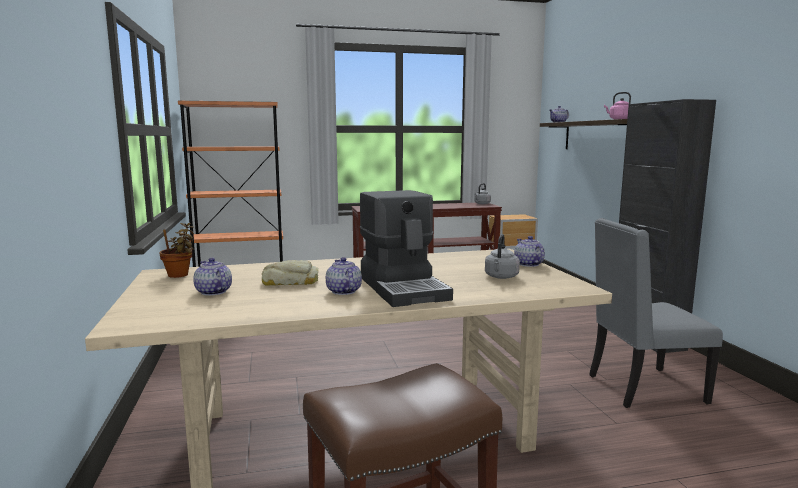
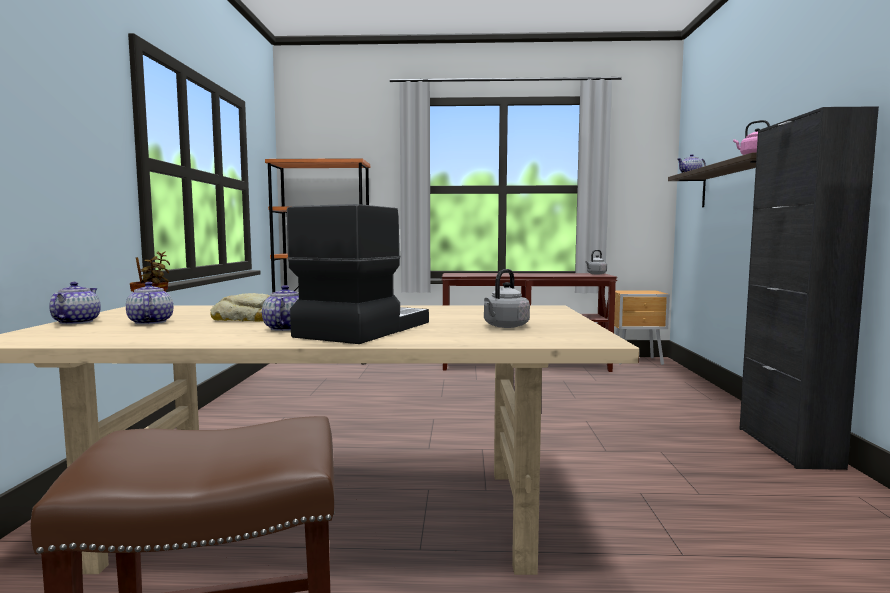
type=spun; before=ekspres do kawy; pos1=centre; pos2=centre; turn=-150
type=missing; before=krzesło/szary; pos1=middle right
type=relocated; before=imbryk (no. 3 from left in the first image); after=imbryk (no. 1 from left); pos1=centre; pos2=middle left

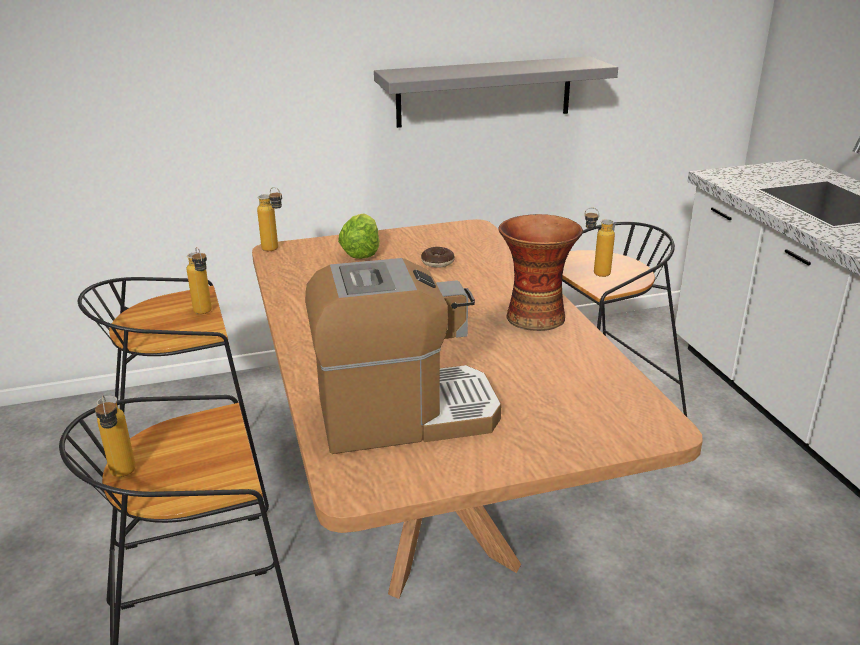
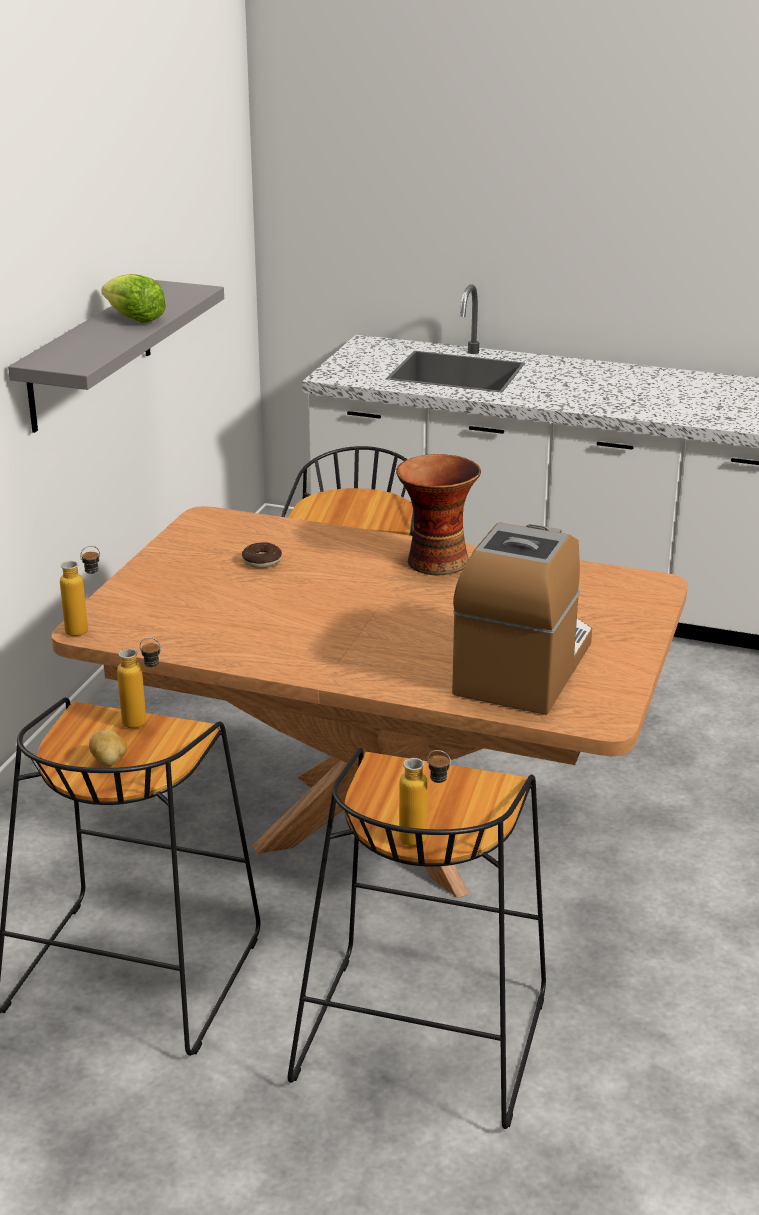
type=missing; before=butelka (no. 4 from left); pos1=middle right
type=relocated; before=sałata; pos1=centre; pos2=top left
type=appeared; after=ziemniak; pos2=middle left

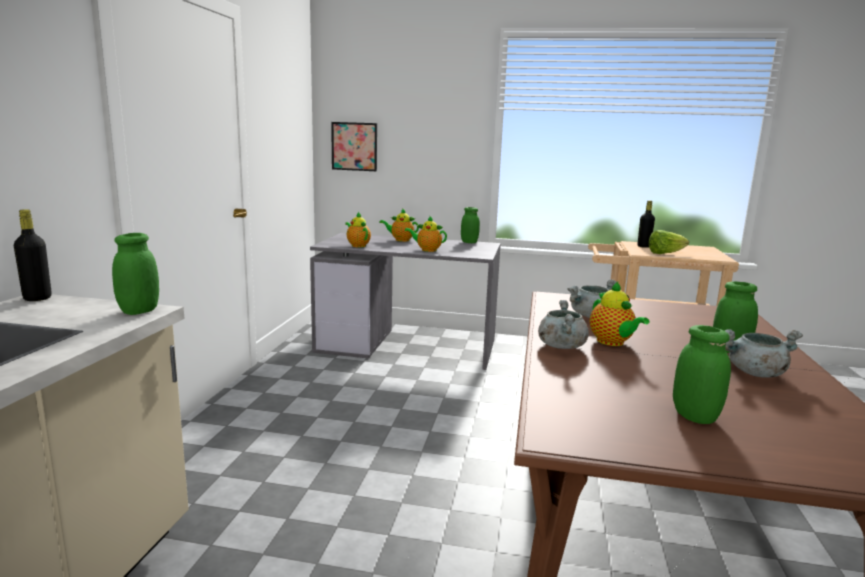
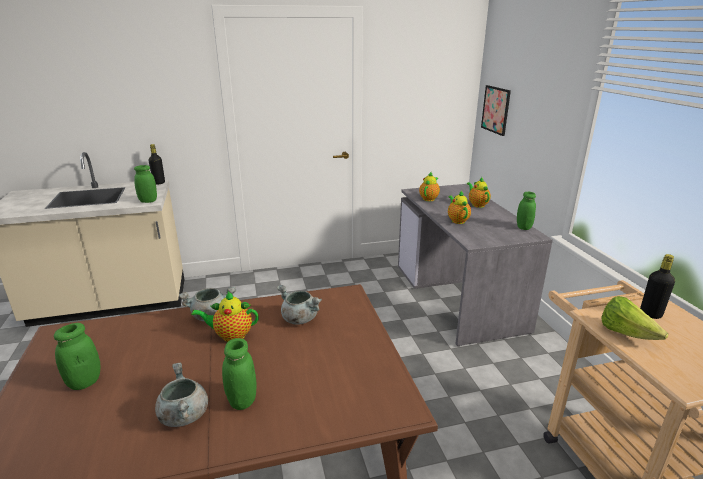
type=spun; before=imbryk (no. 4 from left in the first image); pos1=middle right; pos2=middle left; turn=45

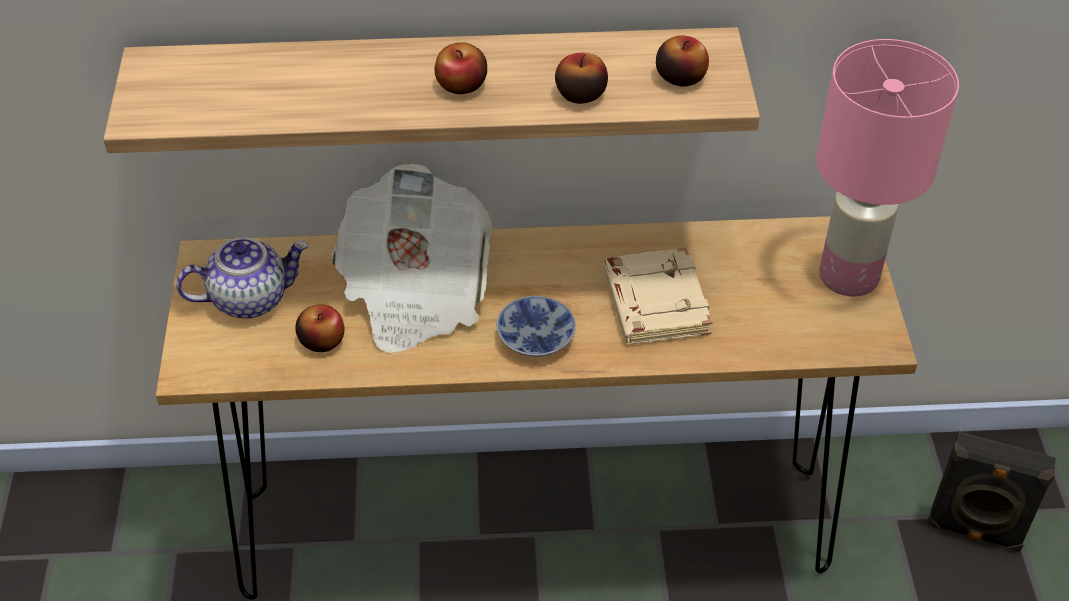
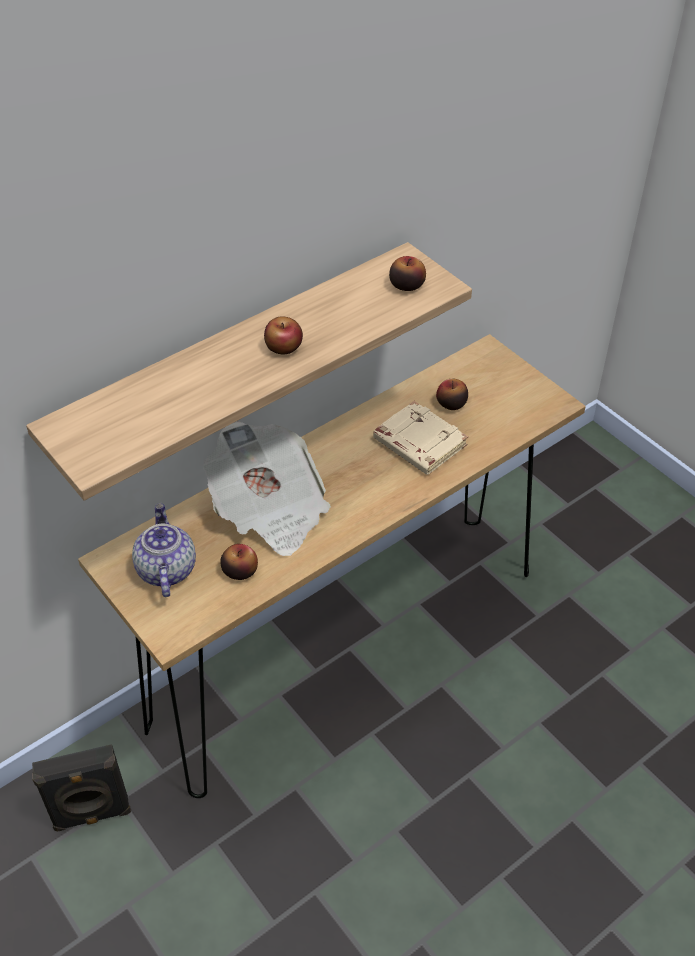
type=missing; before=lampa stołowa/różowy; pos1=top right
type=relocated; before=jabłko (no. 3 from left in the first image); after=jabłko (no. 4 from left); pos1=top centre; pos2=centre
type=spun; before=imbryk; pos1=middle left; pos2=middle left; turn=-45
type=missing; before=miska; pos1=centre
type=relocated; before=głośnik/czarny; pos1=bottom right; pos2=bottom left

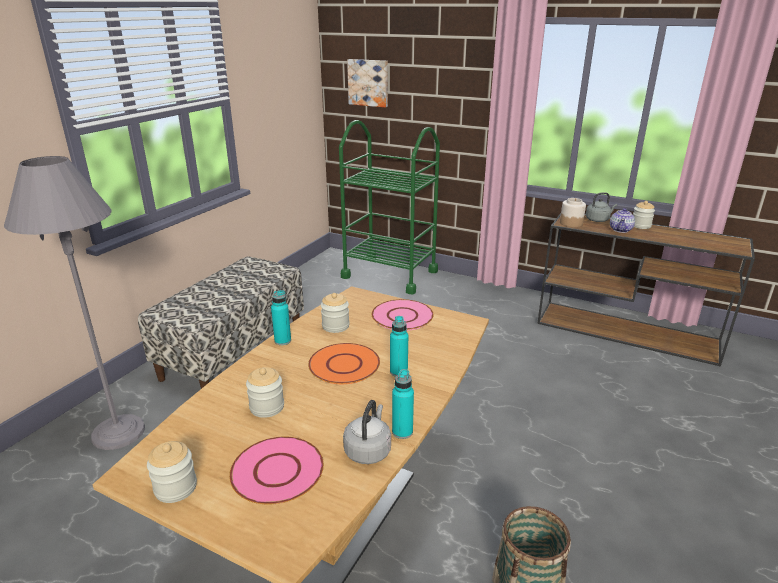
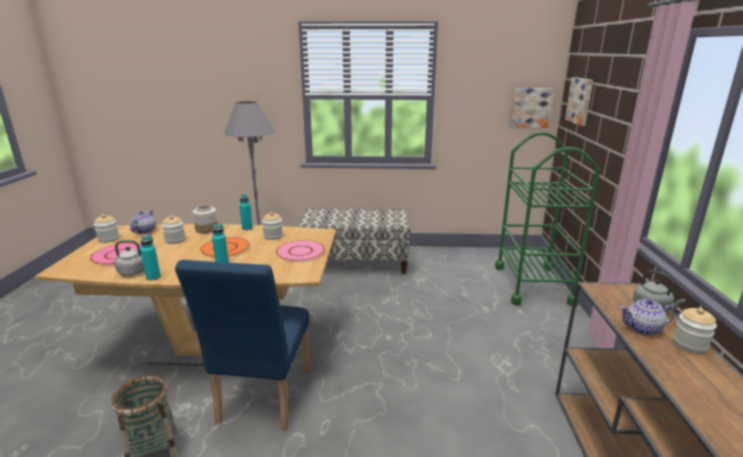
type=relocated; before=słoik (no. 4 from left in the first image); after=słoik (no. 3 from left); pos1=middle right; pos2=middle left
type=appeared; after=obraz (no. 1 from left); pos2=top right
type=appeared; after=imbryk (no. 1 from left); pos2=middle left
type=appeared; after=krzesło/niebieski; pos2=bottom left

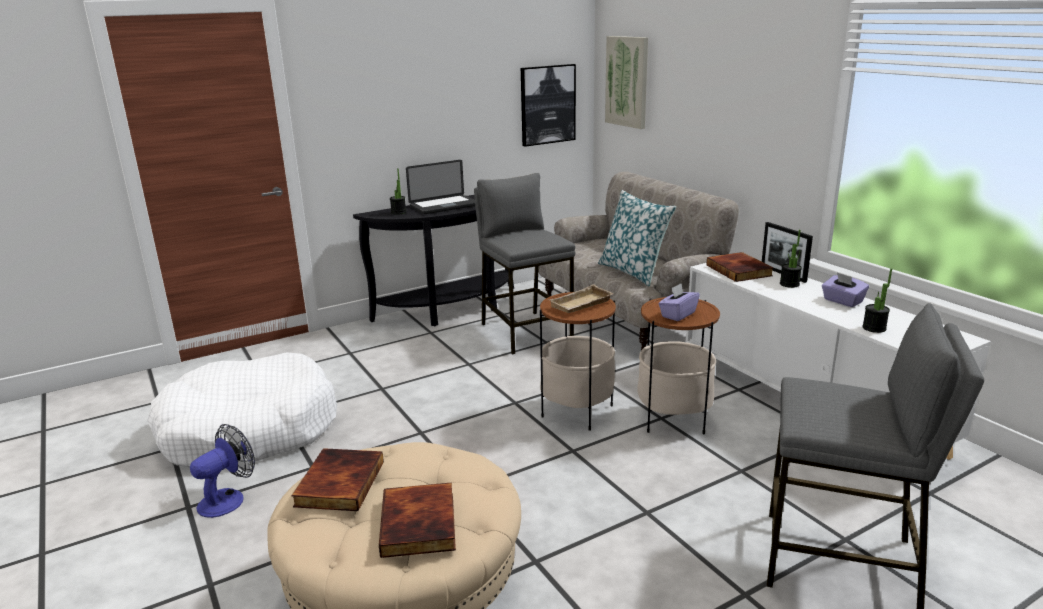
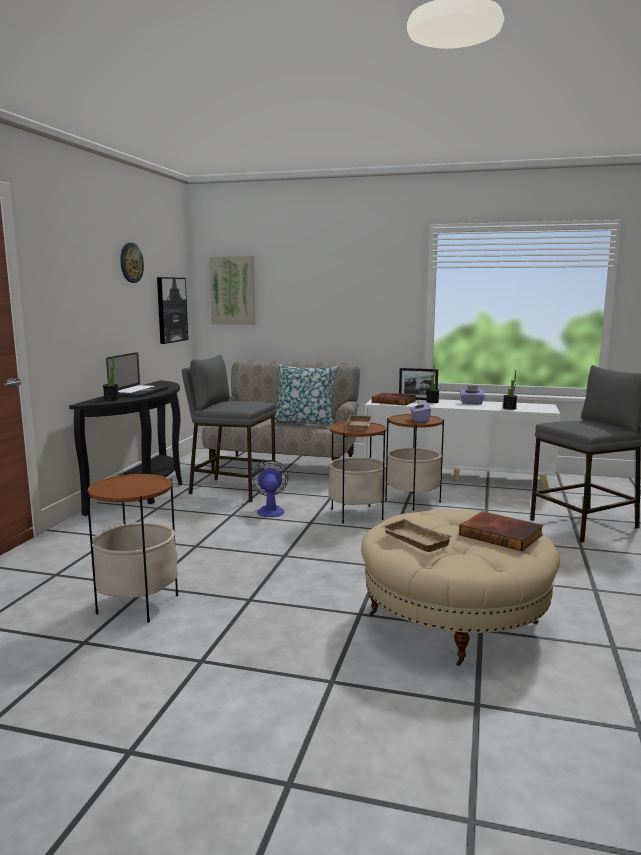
type=exchanged; before=legowisko/biały; after=stolik (no. 1 from left); pos1=bottom left; pos2=middle left
type=relocated; before=wentylator; pos1=bottom left; pos2=centre
type=exchanged; before=książka (no. 1 from left); after=taca/beżowy (no. 2 from left); pos1=bottom left; pos2=centre
type=appeared; after=zegar ścienny; pos2=top left

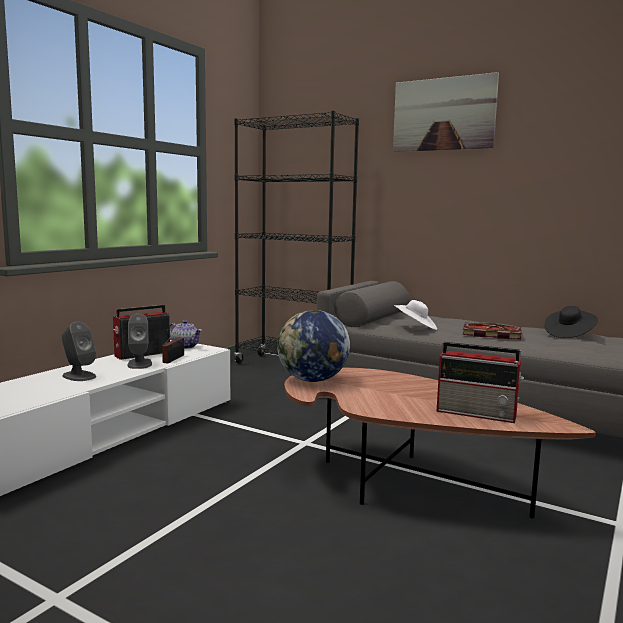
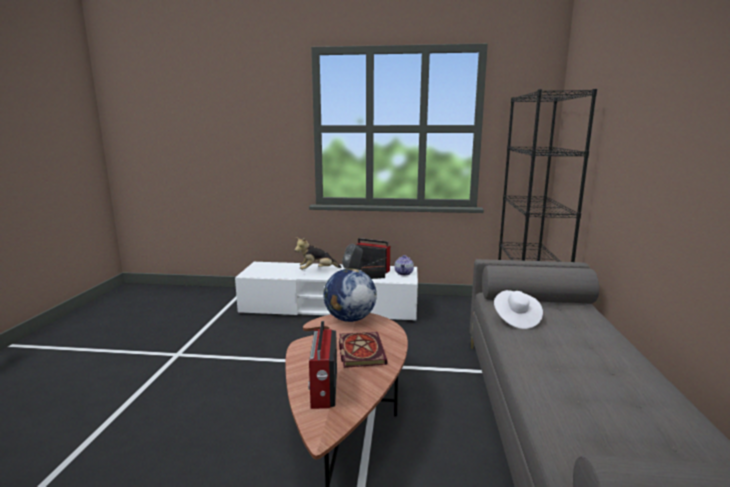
type=missing; before=obraz; pos1=top right
type=missing; before=kapelusz/czarny; pos1=middle right
type=exchanged; before=głośnik/szary (no. 1 from left); after=pluszak; pos1=middle left; pos2=centre
type=relocated; before=książka; pos1=middle right; pos2=bottom centre

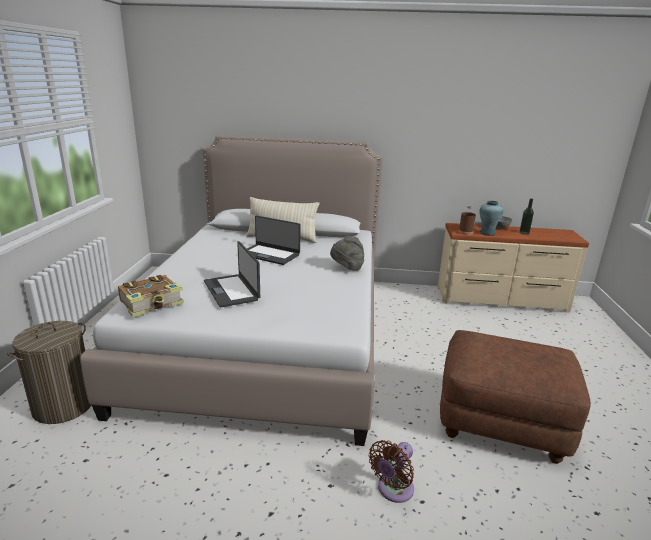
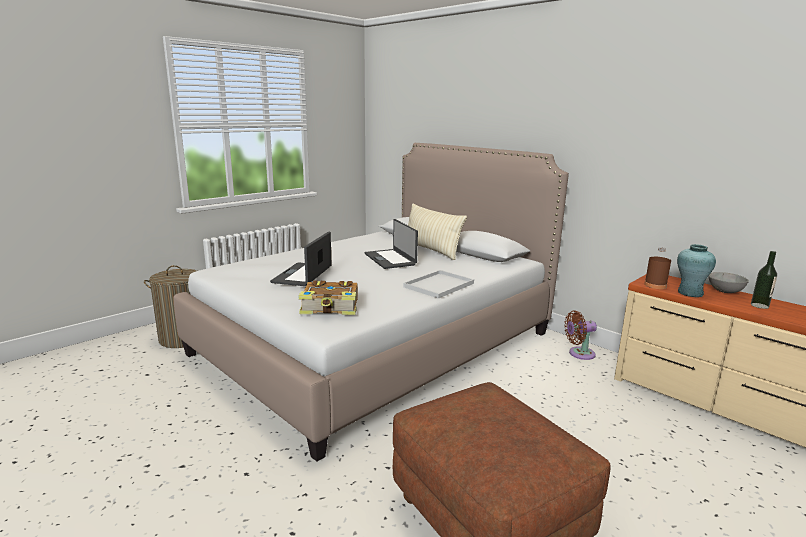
type=exchanged; before=kapelusz/szary; after=taca/biały; pos1=centre; pos2=centre
type=relocated; before=książka; pos1=middle left; pos2=centre
type=relocated; before=wentylator/brązowy; pos1=bottom centre; pos2=middle right

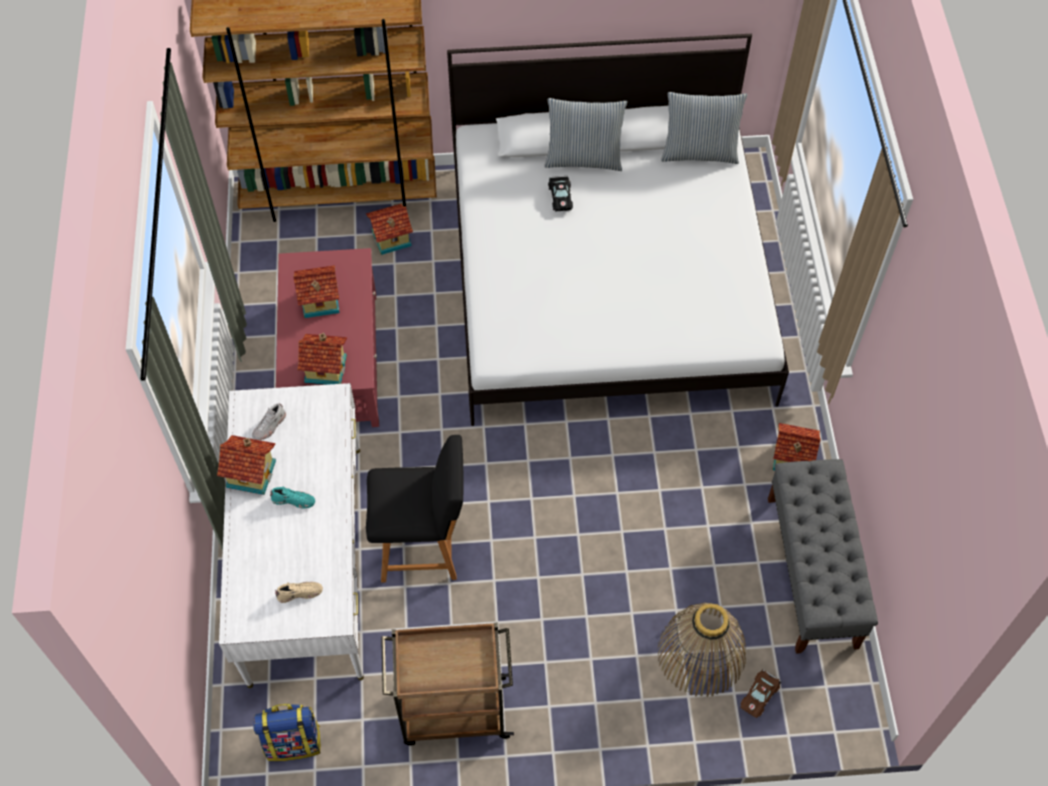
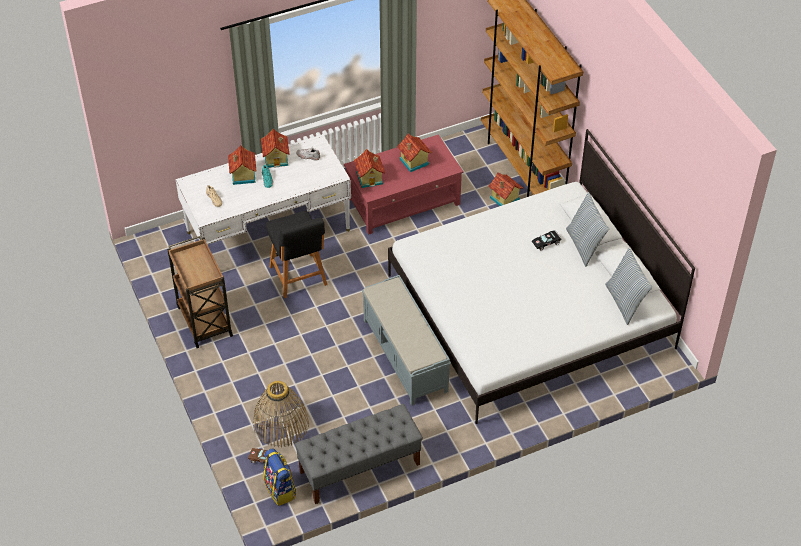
type=relocated; before=domek (no. 5 from left in the first image); after=domek (no. 1 from left); pos1=middle right; pos2=top left
type=relocated; before=plecak; pos1=bottom left; pos2=bottom centre
type=appeared; after=ławka/szary (no. 2 from left); pos2=centre

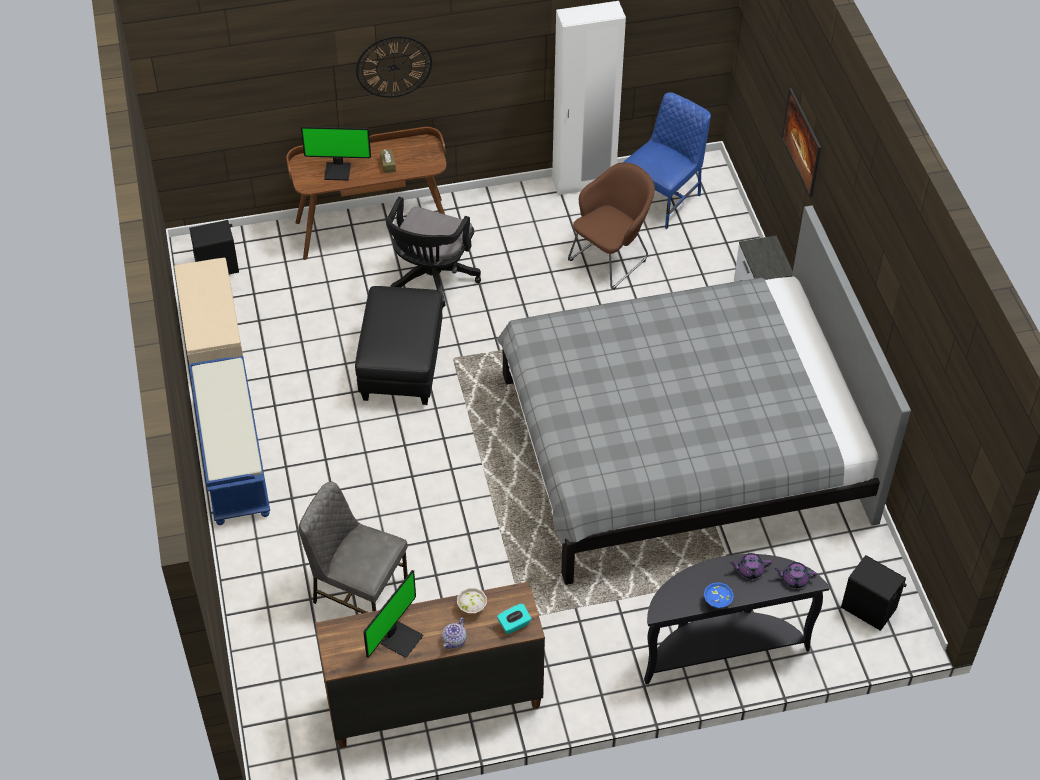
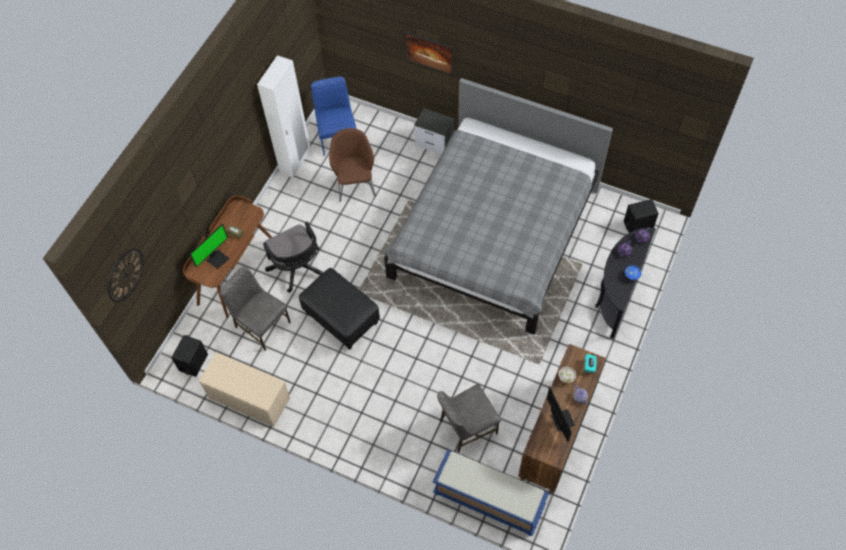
type=relocated; before=zegar ścienny; pos1=top centre; pos2=middle left
type=relocated; before=ławka/niebieski; pos1=middle left; pos2=bottom centre
type=appeared; after=krzesło/szary (no. 1 from left); pos2=middle left

